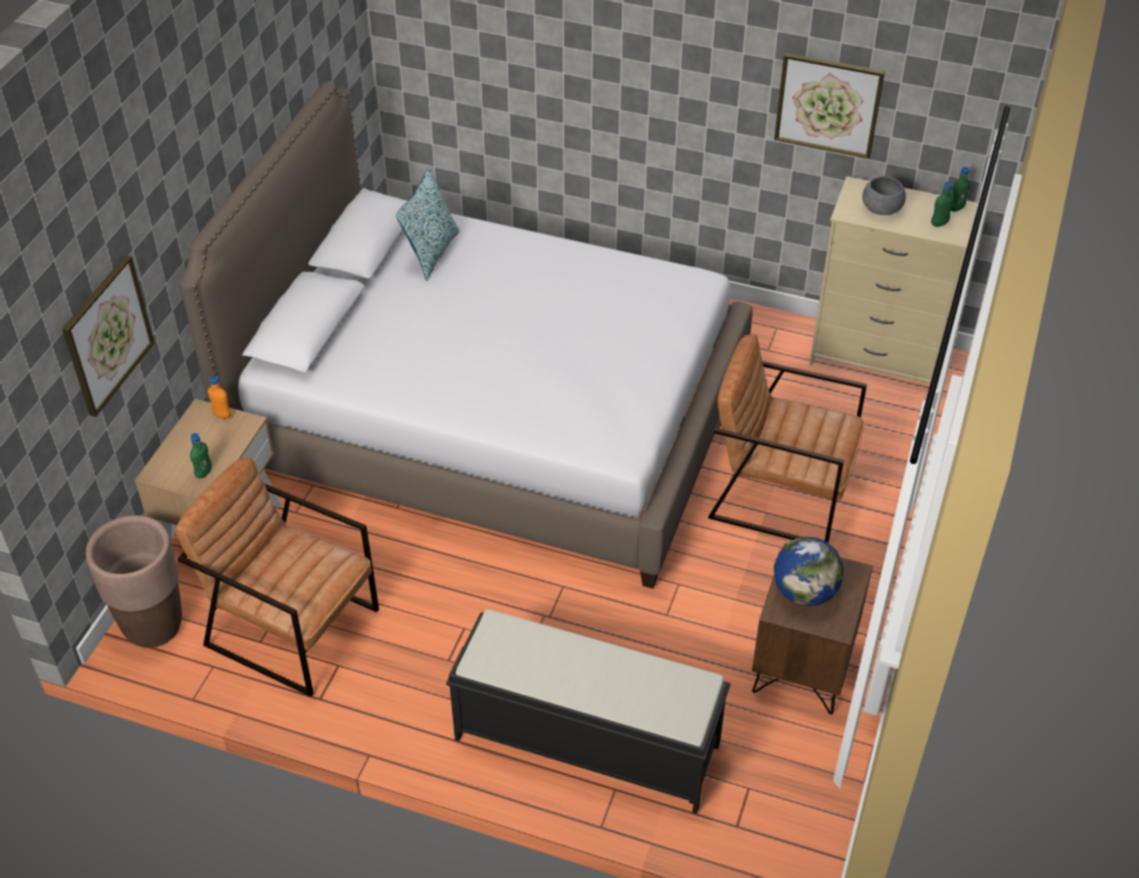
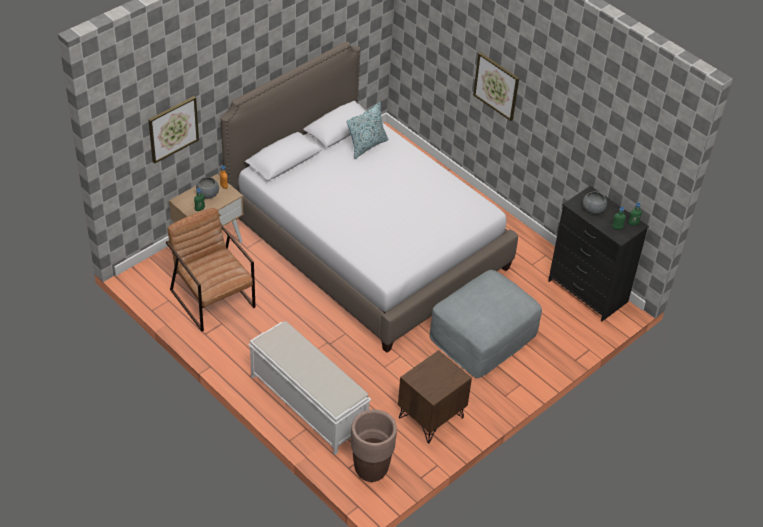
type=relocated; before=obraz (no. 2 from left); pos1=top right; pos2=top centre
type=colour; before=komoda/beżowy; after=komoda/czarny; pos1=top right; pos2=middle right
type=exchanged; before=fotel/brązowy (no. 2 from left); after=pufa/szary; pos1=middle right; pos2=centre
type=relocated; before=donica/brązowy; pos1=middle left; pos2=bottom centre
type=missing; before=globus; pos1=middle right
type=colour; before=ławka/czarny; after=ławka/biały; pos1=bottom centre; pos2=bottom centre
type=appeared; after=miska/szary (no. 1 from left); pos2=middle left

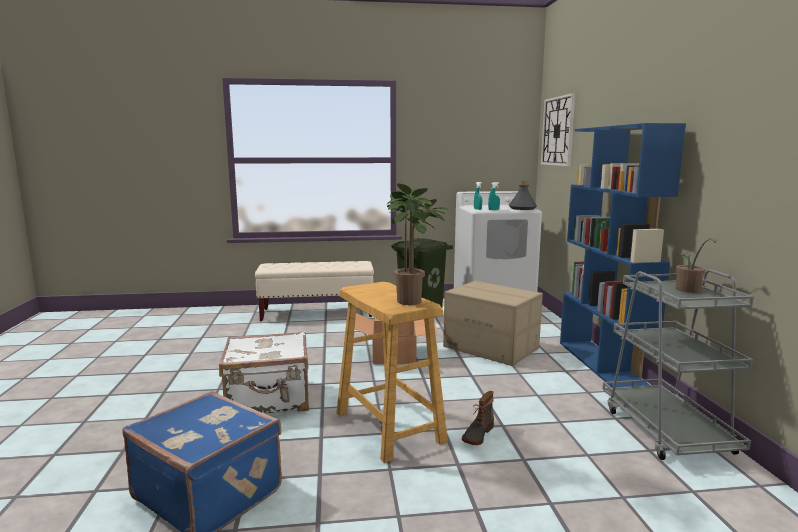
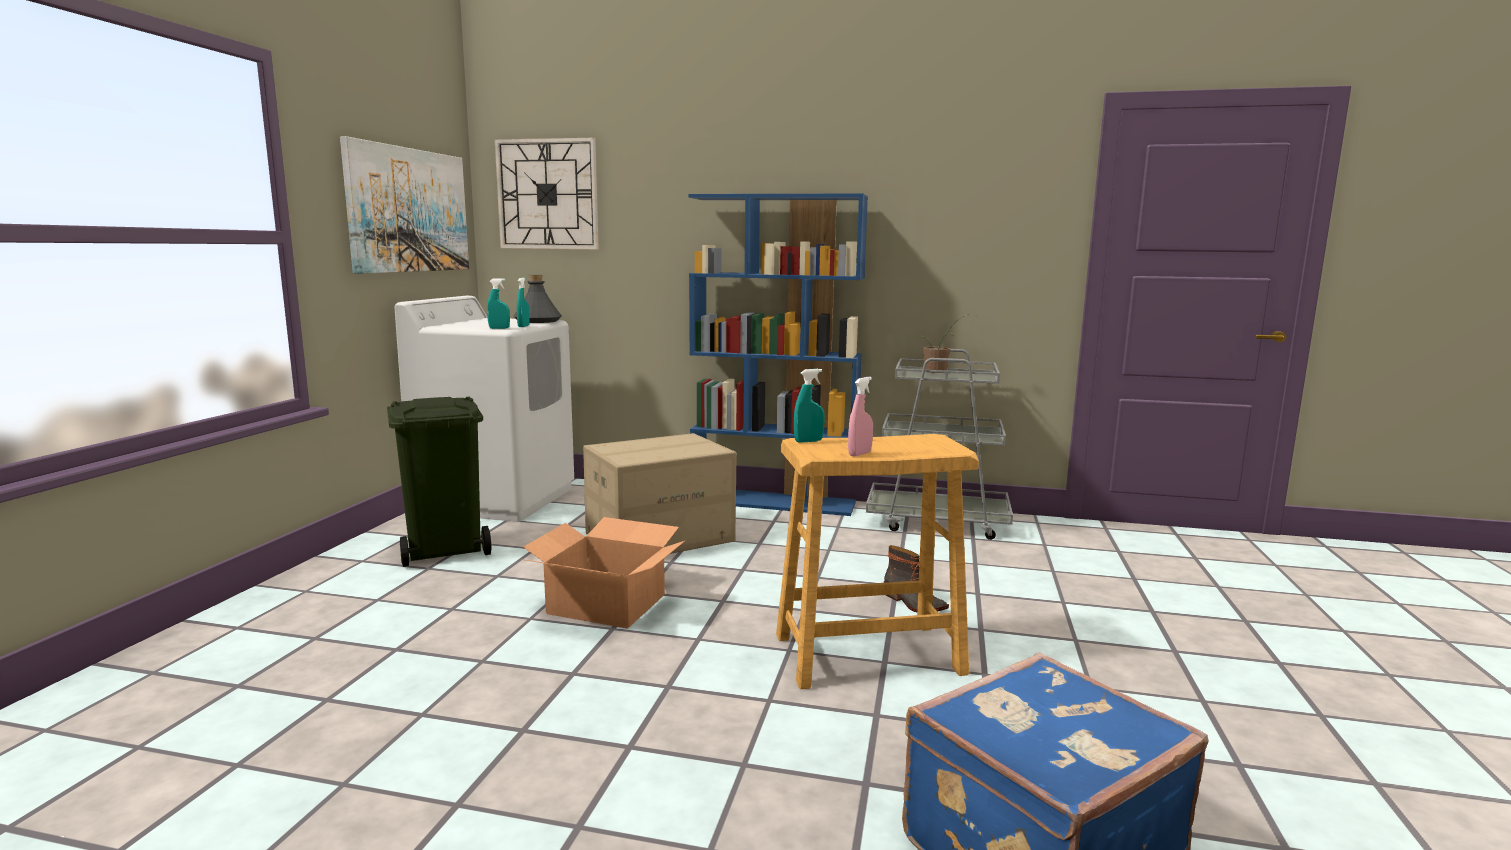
type=missing; before=roślina doniczkowa (no. 1 from left); pos1=centre
type=missing; before=ławka/beżowy; pos1=centre
type=missing; before=walizka/biały; pos1=bottom left
type=appeared; after=obraz; pos2=top left
type=appeared; after=spryskiwacz/turkusowy (no. 3 from left); pos2=centre
type=appeared; after=spryskiwacz/różowy; pos2=centre

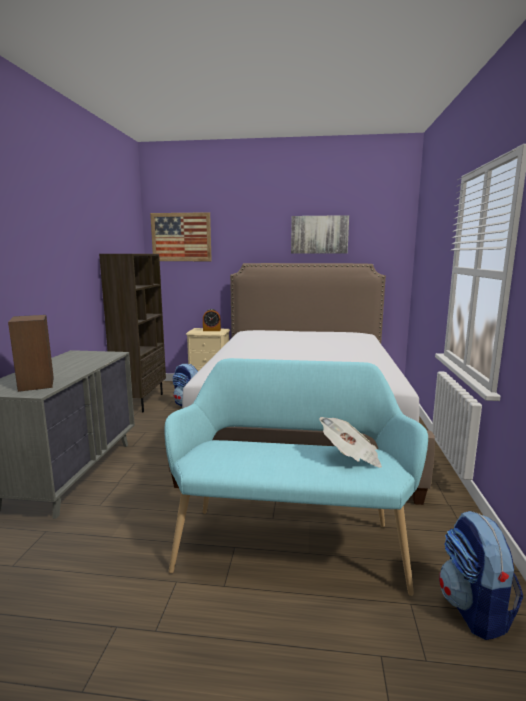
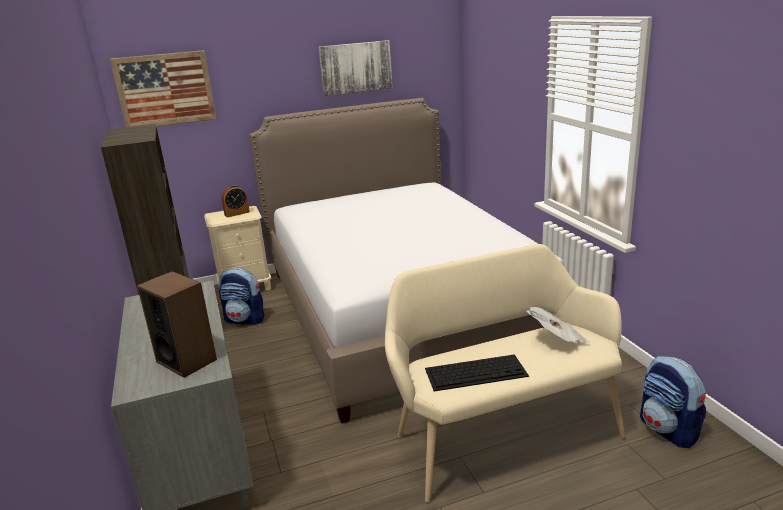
type=colour; before=ławka/turkusowy; after=ławka/beżowy; pos1=bottom centre; pos2=bottom centre
type=appeared; after=klawiatura; pos2=bottom centre

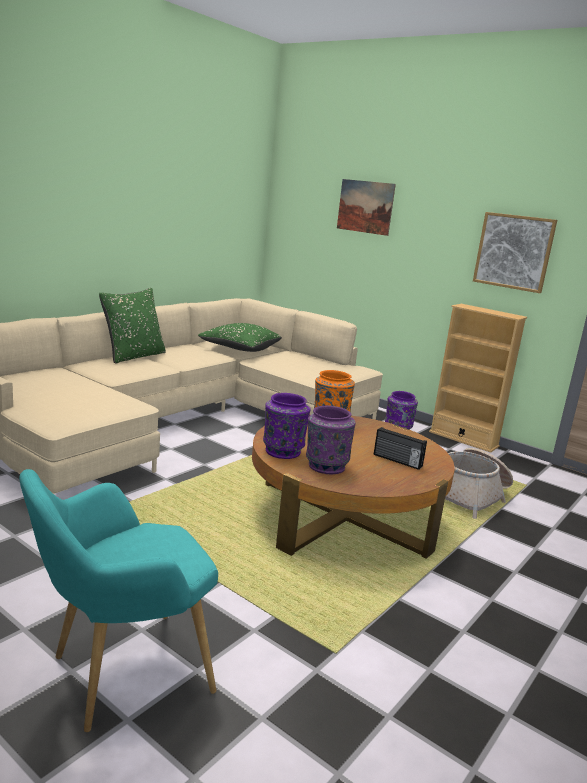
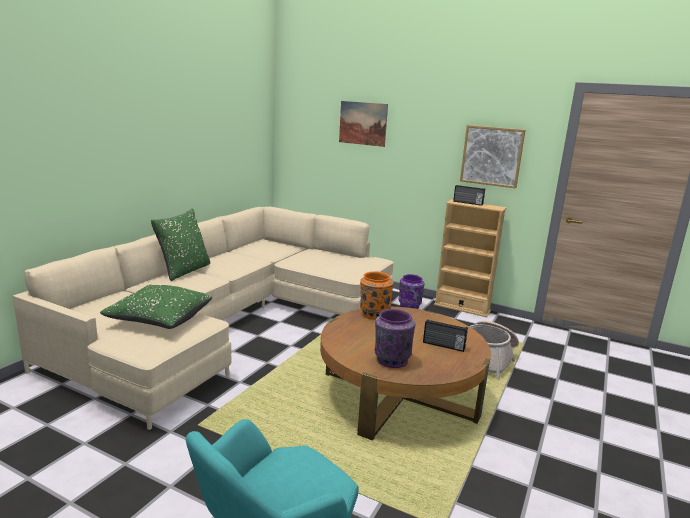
type=relocated; before=poduszka/zielony (no. 2 from left in the first image); after=poduszka/zielony (no. 1 from left); pos1=centre; pos2=middle left
type=missing; before=wazon/fioletowy (no. 1 from left); pos1=centre
type=appeared; after=radio (no. 2 from left); pos2=middle right

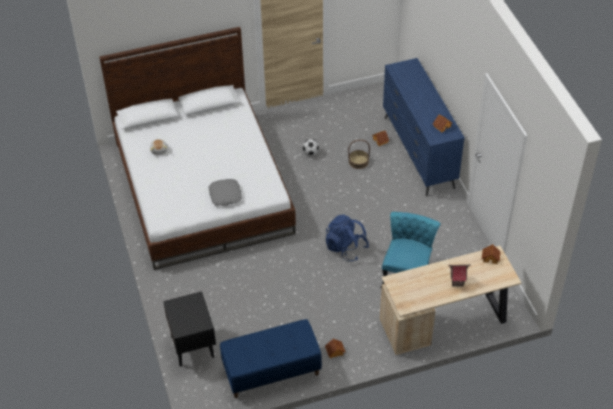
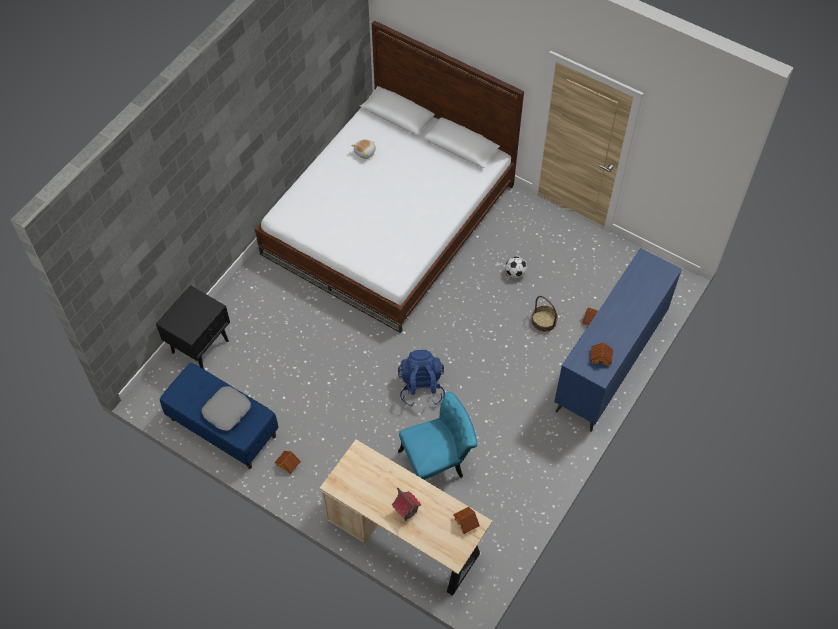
type=relocated; before=poduszka/szary; pos1=centre; pos2=middle left

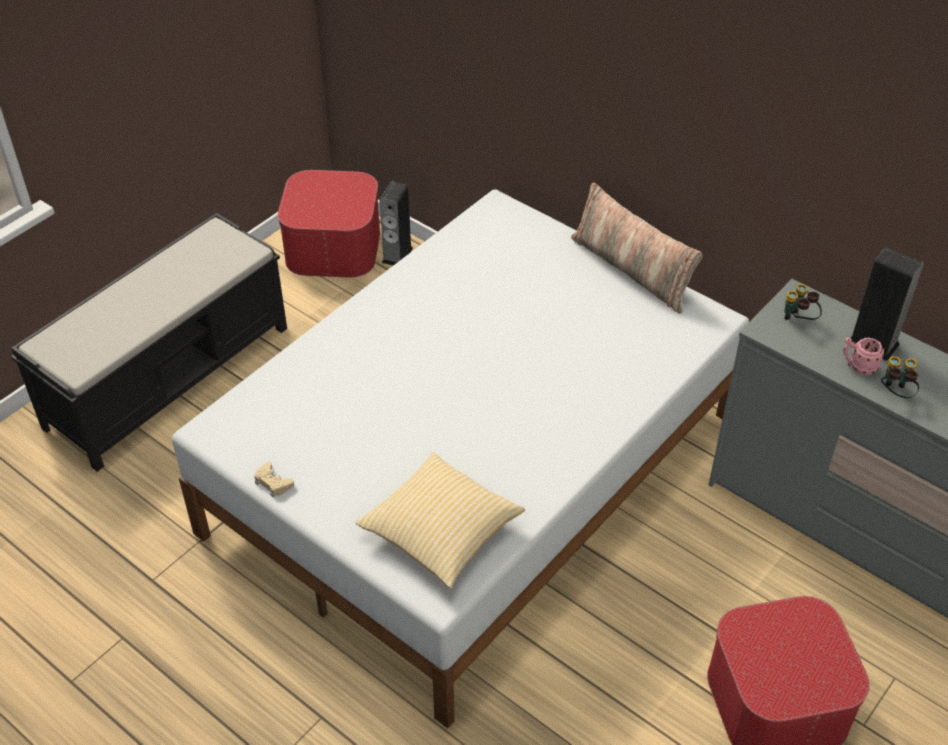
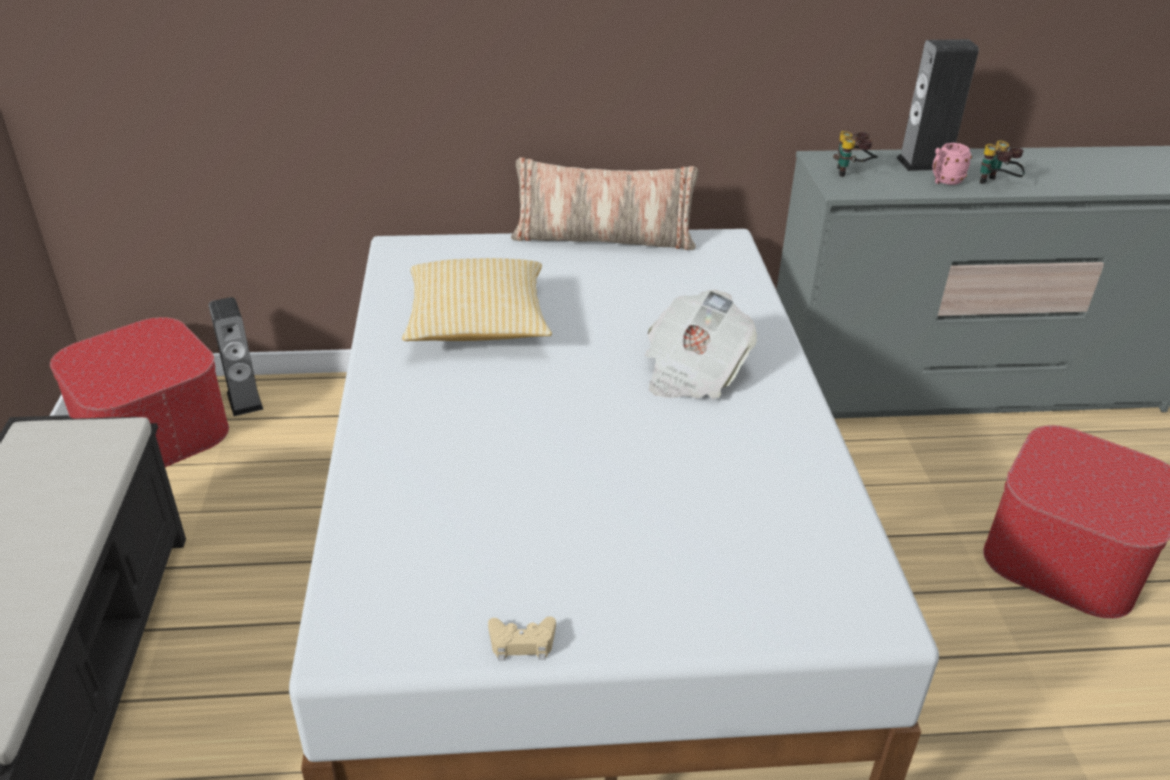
type=relocated; before=poduszka (no. 1 from left); pos1=bottom centre; pos2=centre
type=appeared; after=gazeta; pos2=centre

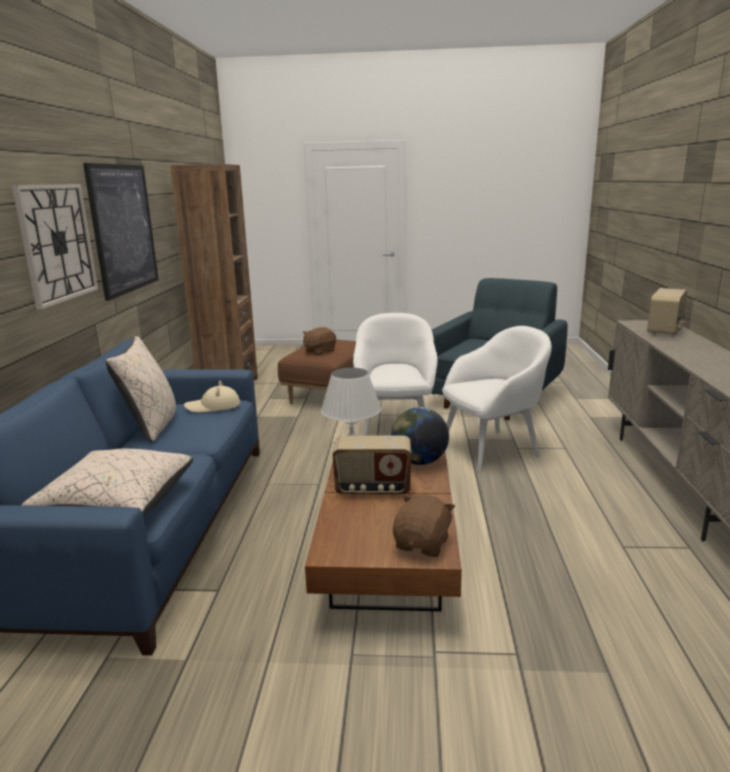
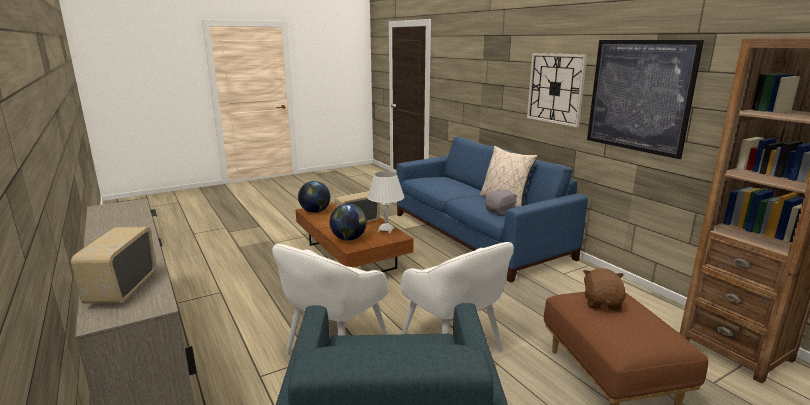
type=exchanged; before=kapelusz/beżowy; after=pluszak/szary; pos1=middle left; pos2=centre
type=missing; before=poduszka/beżowy (no. 1 from left); pos1=middle left
type=exchanged; before=pluszak/brązowy (no. 2 from left); after=globus (no. 1 from left); pos1=bottom centre; pos2=centre

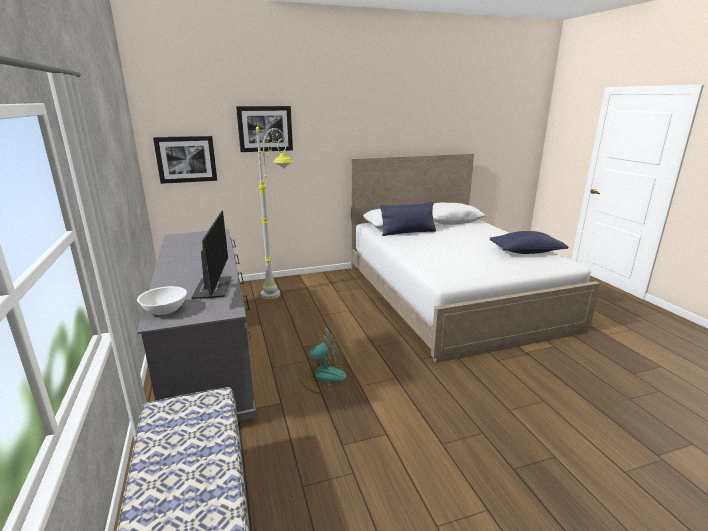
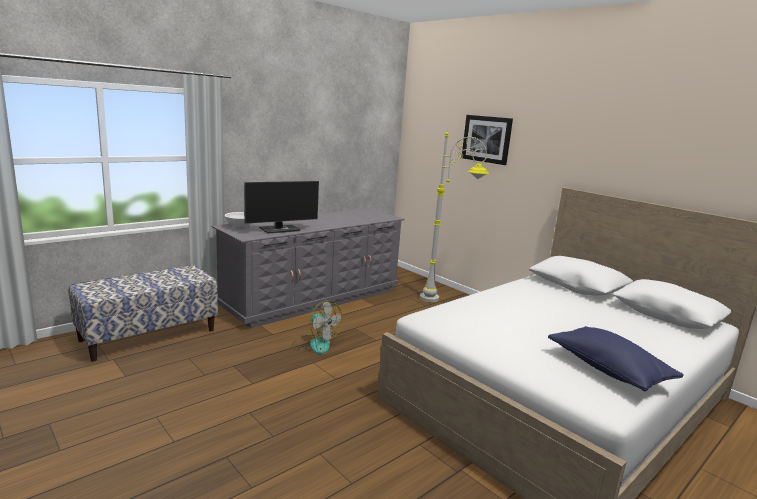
type=missing; before=obraz (no. 1 from left); pos1=top left
type=missing; before=poduszka/niebieski (no. 1 from left); pos1=centre

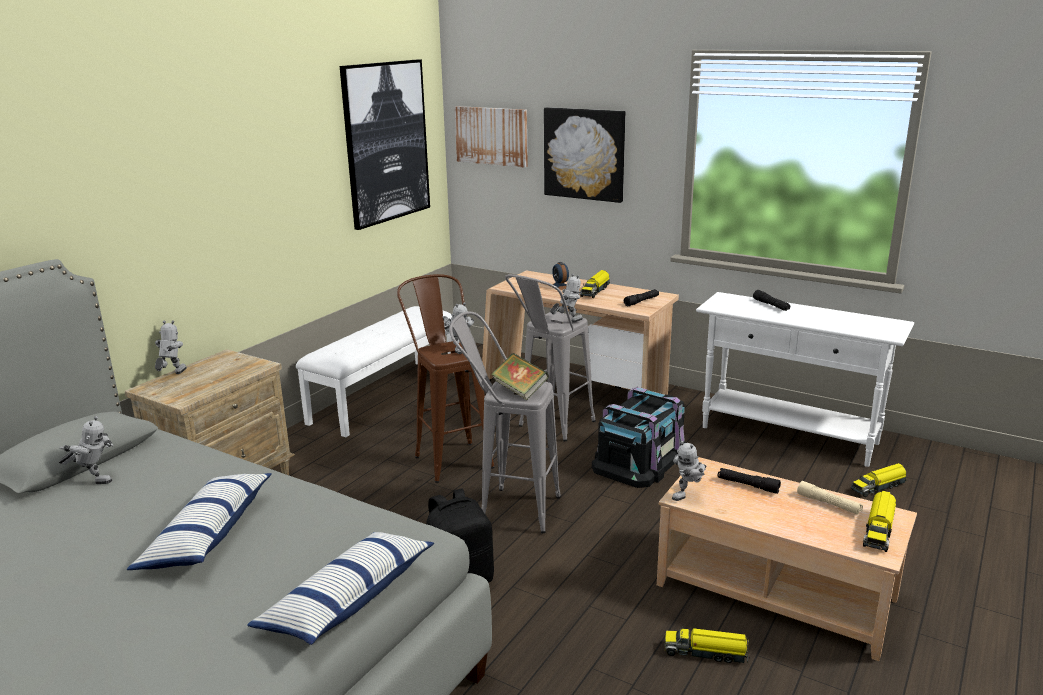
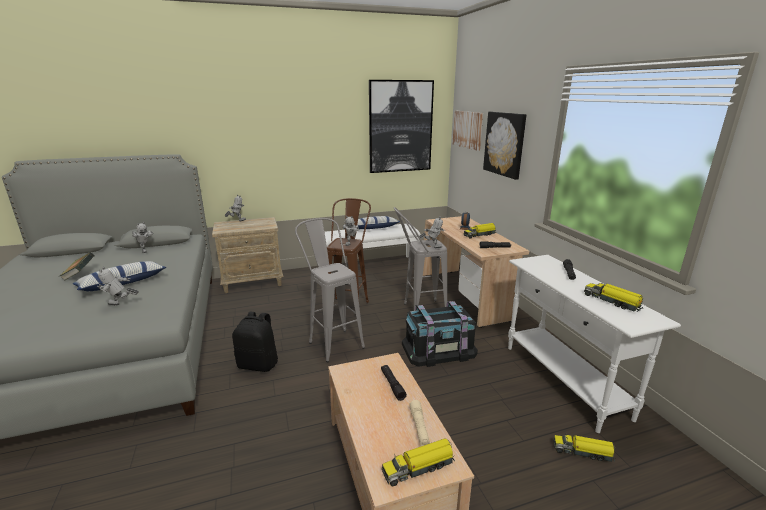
type=relocated; before=książka; pos1=centre; pos2=middle left
type=relocated; before=robot zabawkowy (no. 5 from left in the first image); after=robot zabawkowy (no. 1 from left); pos1=bottom centre; pos2=middle left
type=relocated; before=poduszka (no. 2 from left); pos1=bottom left; pos2=centre
type=relocated; before=ciężarówka zabawkowa (no. 2 from left in the first image); after=ciężarówka zabawkowa (no. 4 from left); pos1=bottom right; pos2=middle right

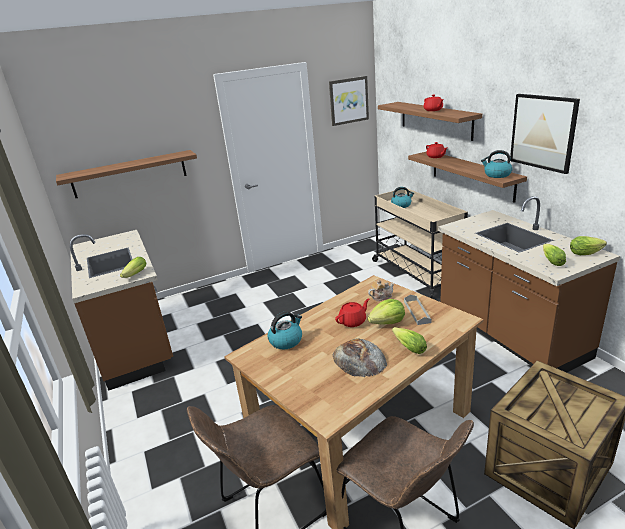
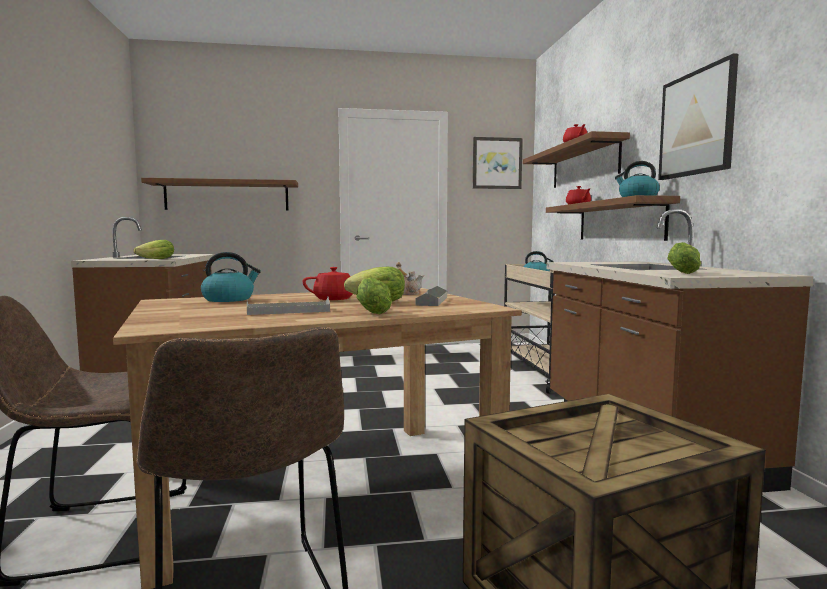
type=missing; before=sałata (no. 5 from left); pos1=middle right
type=exchanged; before=chleb; after=taca/szary (no. 1 from left); pos1=bottom centre; pos2=centre

